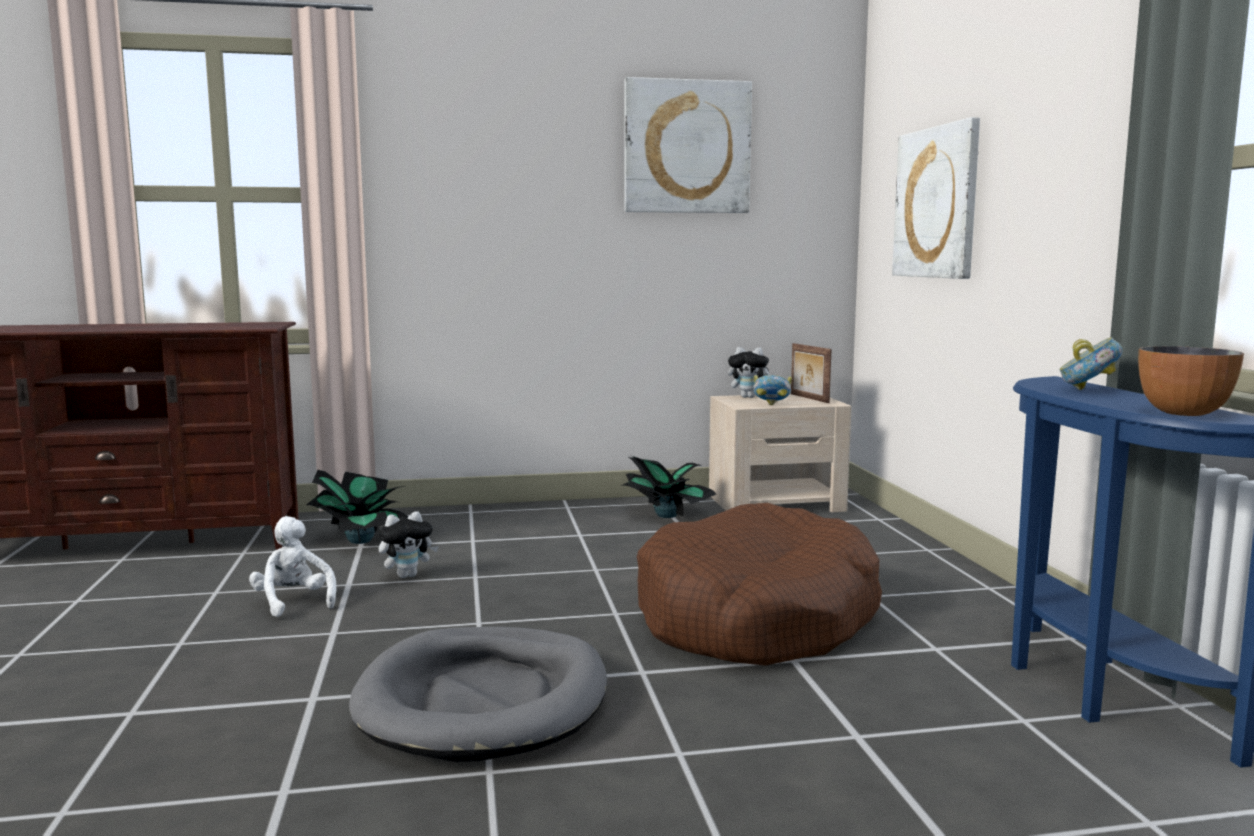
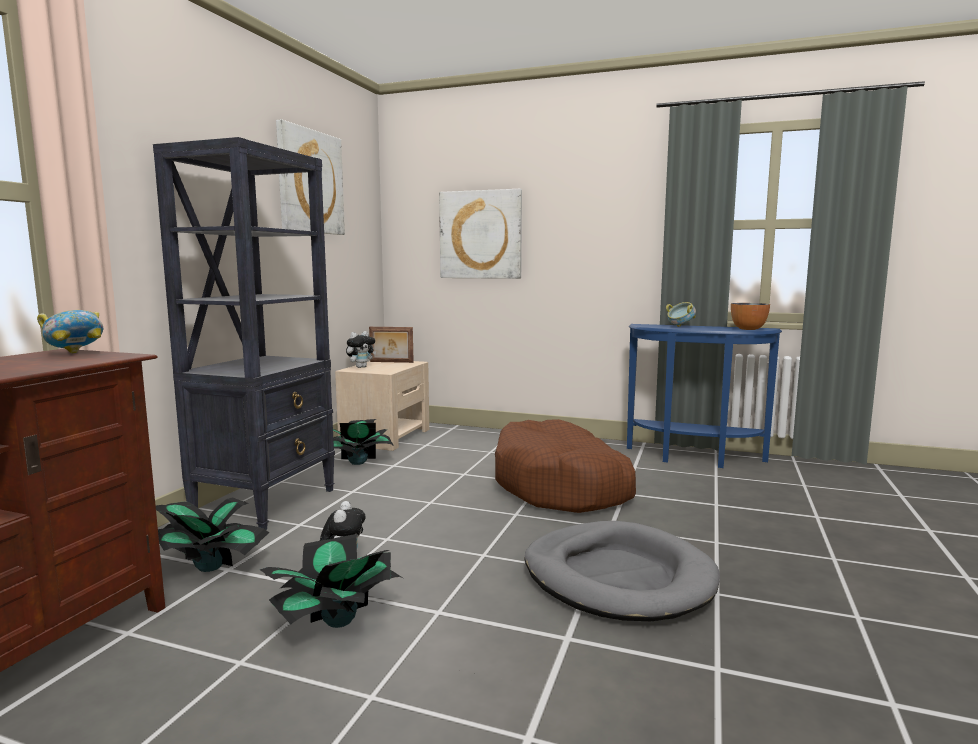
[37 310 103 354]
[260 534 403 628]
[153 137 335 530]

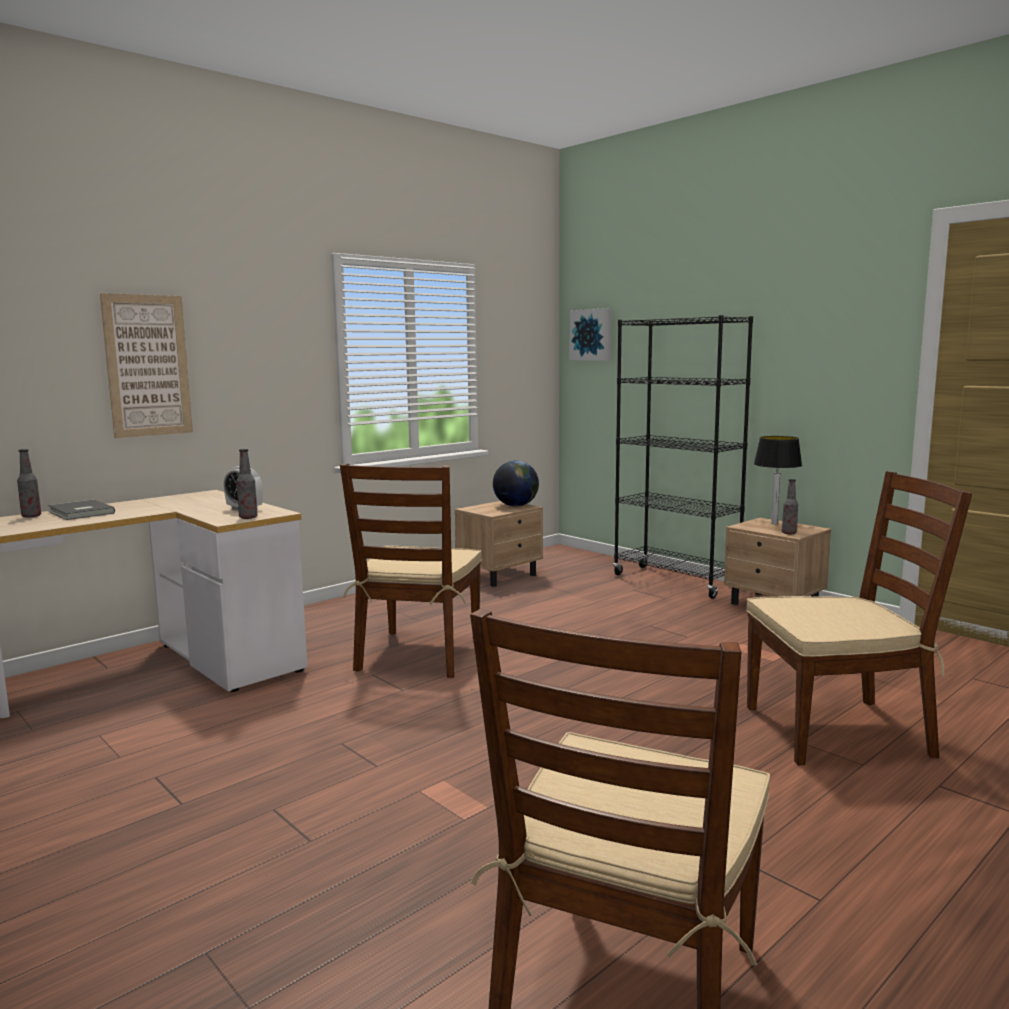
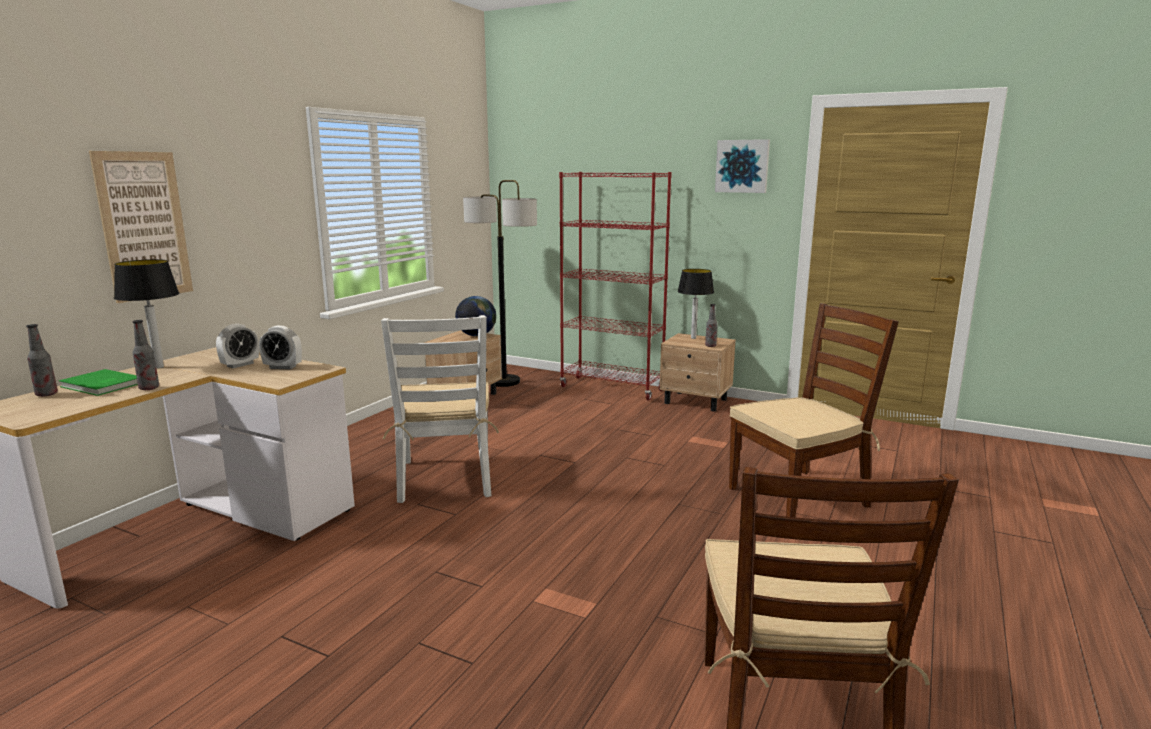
[715 139 770 193]
[559 172 672 401]
[132 320 159 390]
[381 315 499 503]
[59 369 138 396]
[463 180 537 387]
[114 259 179 368]
[216 323 259 368]

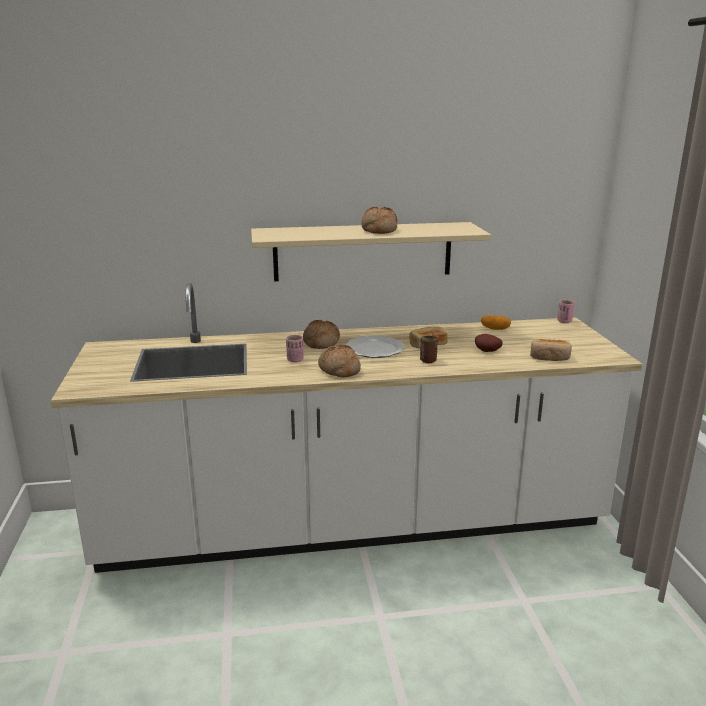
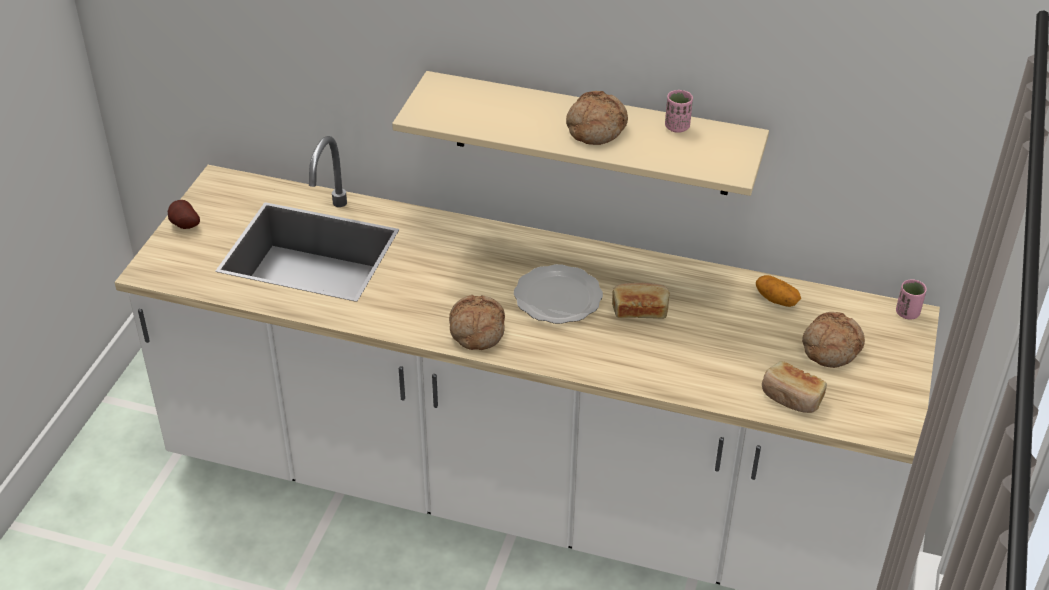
[802 312 865 368]
[168 200 200 229]
[665 90 693 133]
[420 336 438 363] (first image)

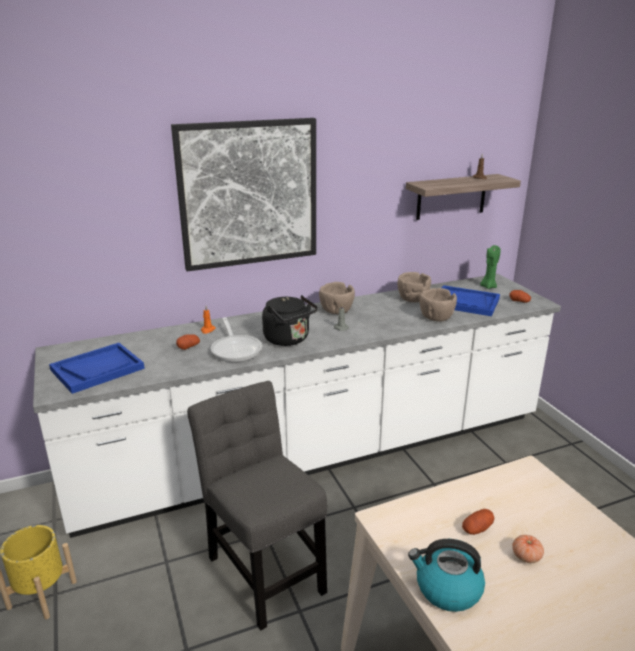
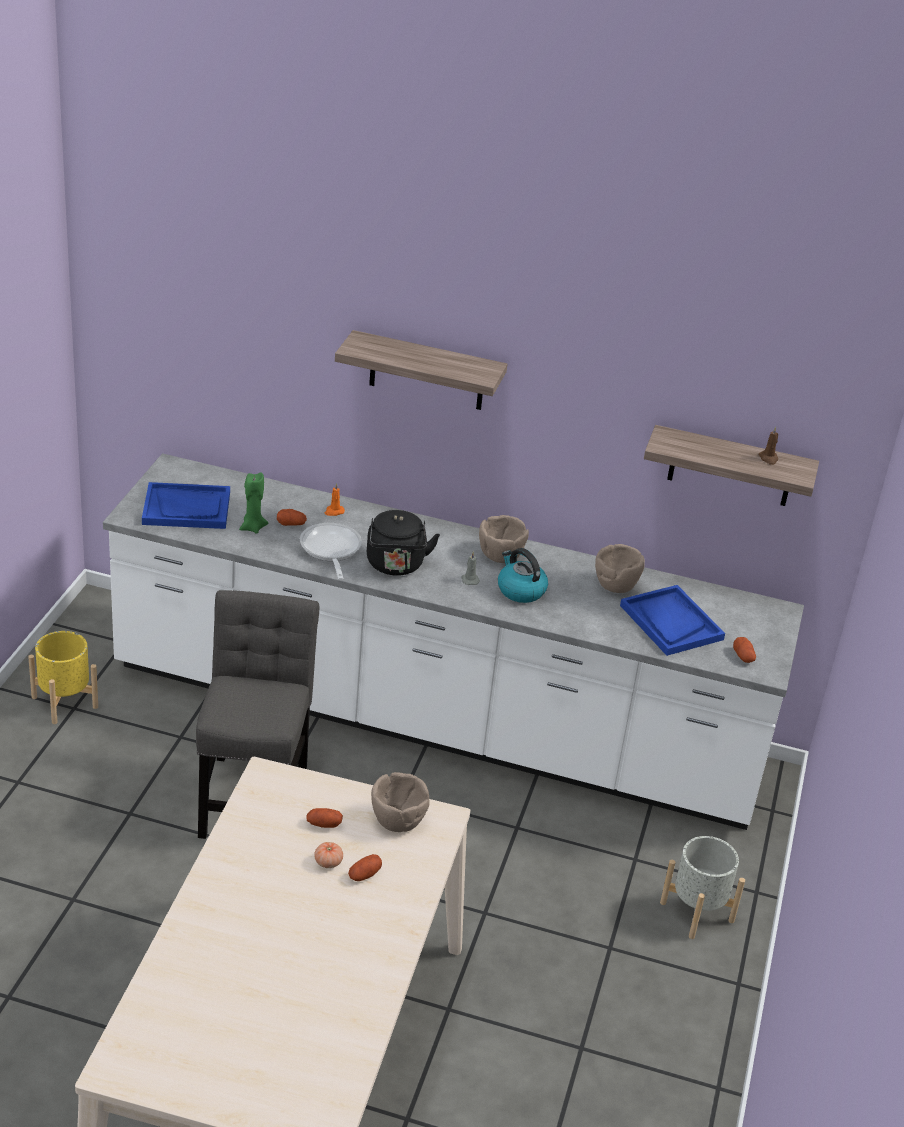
[335 330 507 410]
[239 472 268 534]
[371 772 430 832]
[300 523 362 580]
[498 548 548 603]
[660 836 745 939]
[348 854 382 881]

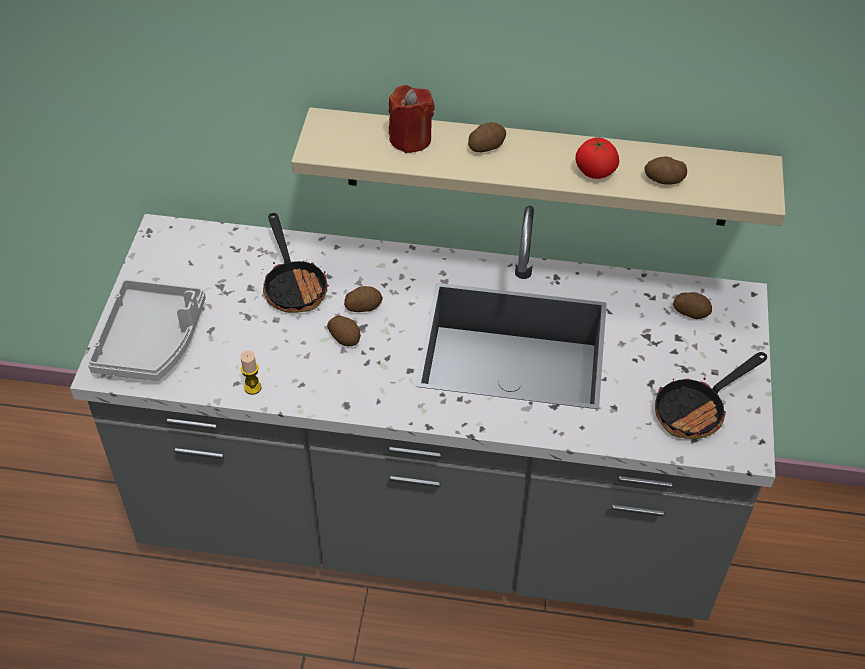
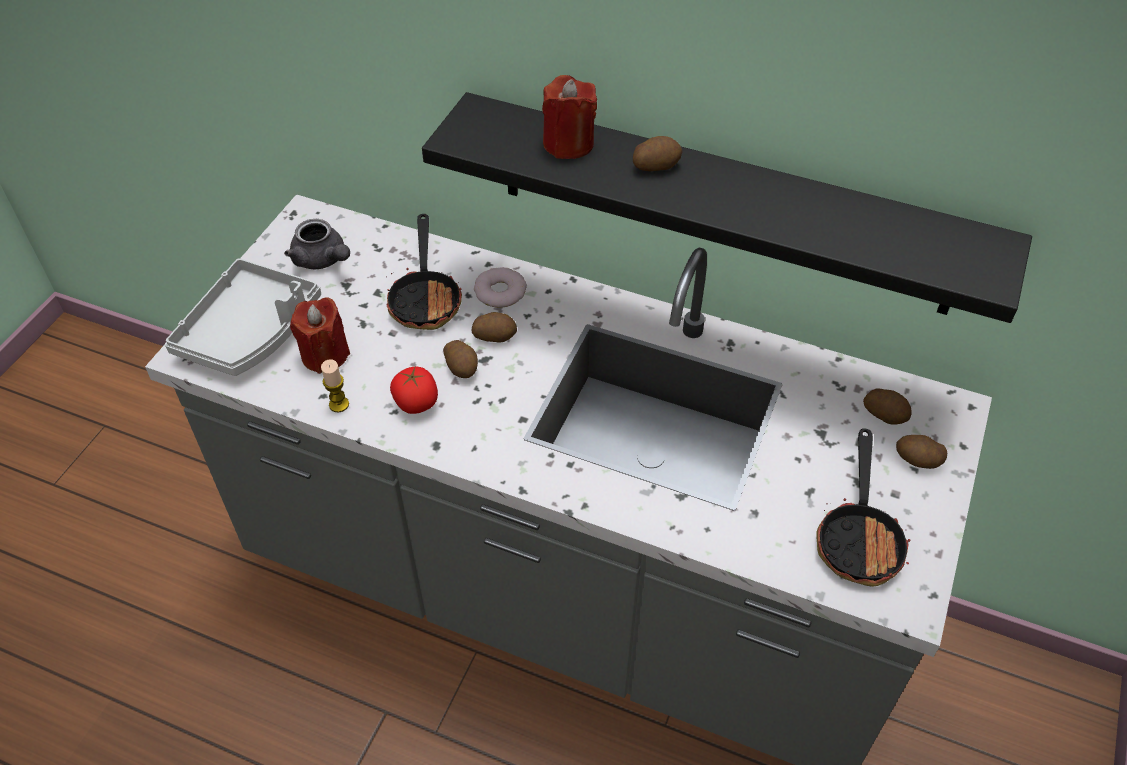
[422 92 1032 323]
[390 367 438 414]
[896 435 947 469]
[816 428 910 587]
[284 219 350 269]
[474 267 527 308]
[290 297 350 374]

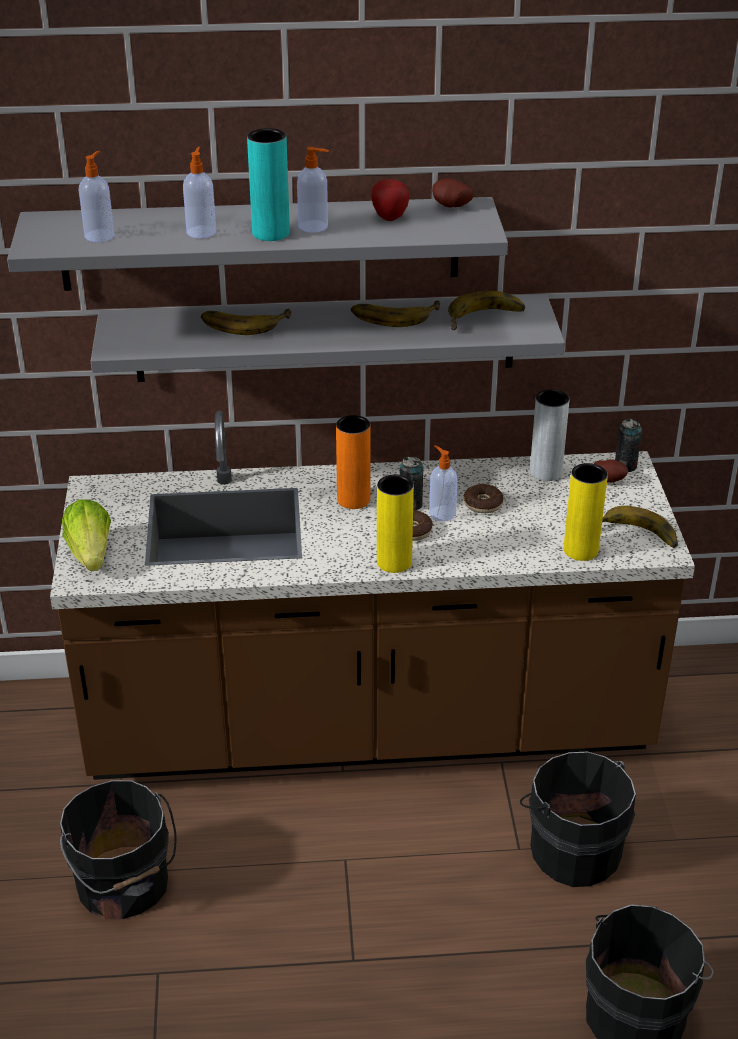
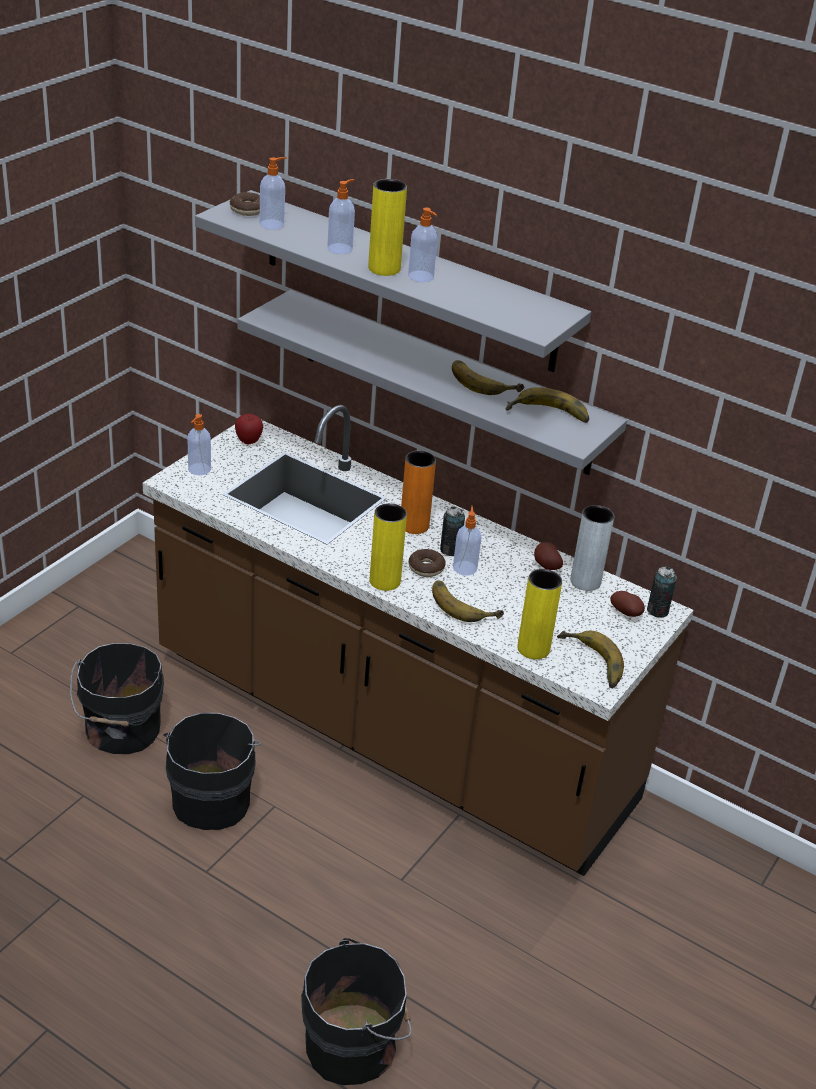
[368 179 407 276]
[534 542 563 570]
[235 414 263 444]
[432 580 504 622]
[230 192 260 216]
[187 414 211 475]
[163 713 261 830]

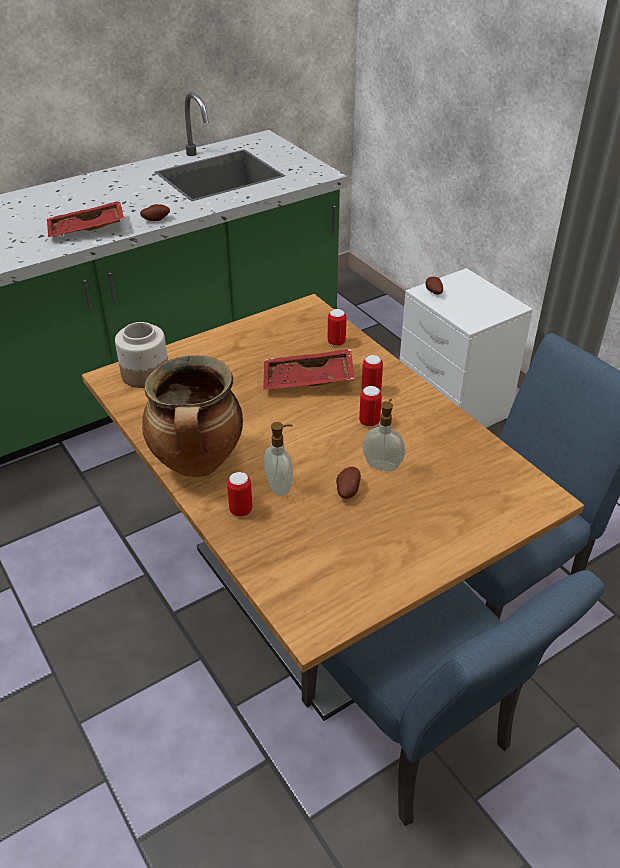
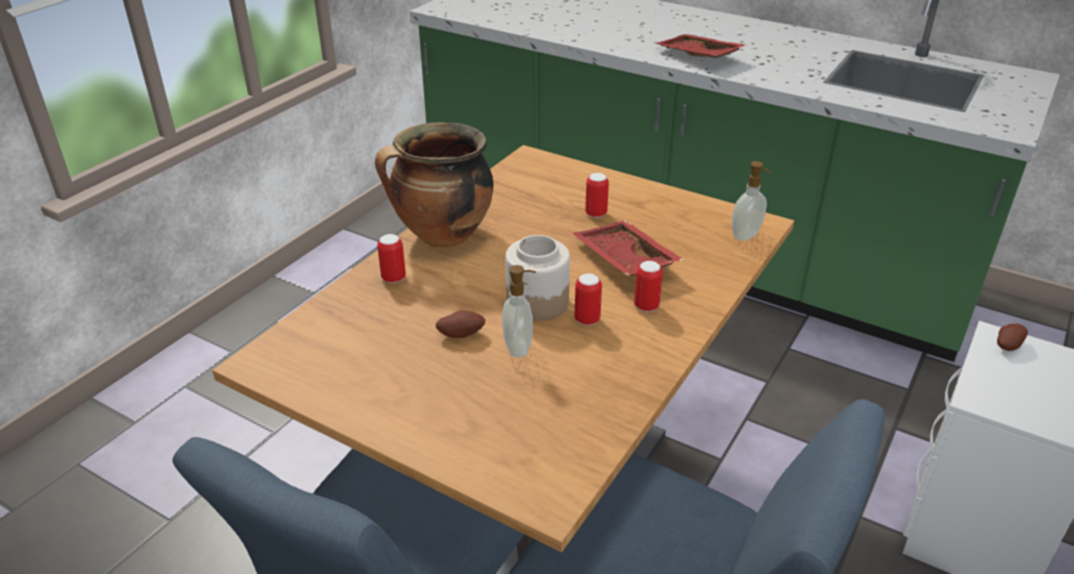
[140 204 170 221] (first image)
[585 173 609 218]
[505 235 570 321]
[732 161 771 241]

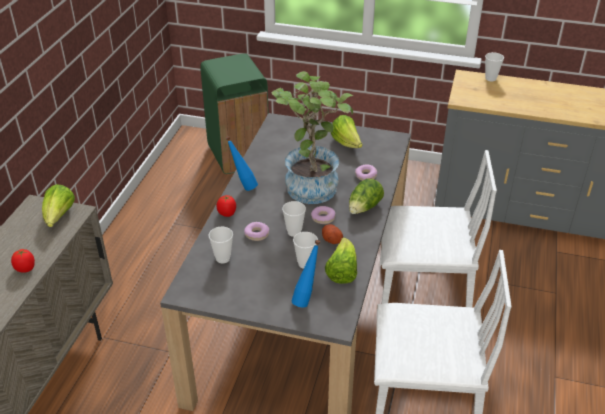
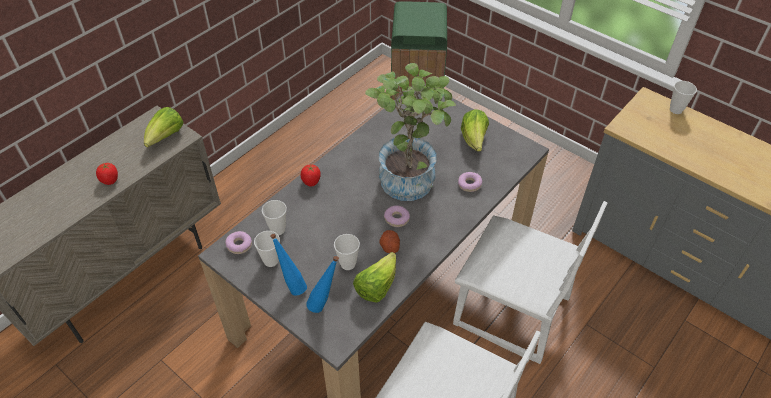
[270 234 307 296]
[349 179 384 214] (first image)
[254 231 280 267]
[225 231 252 254]

